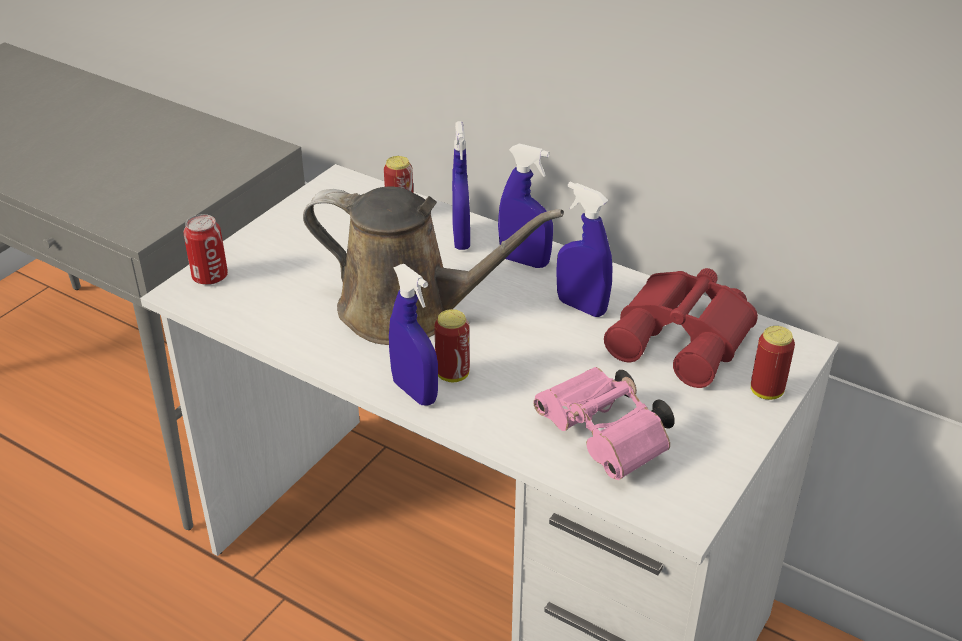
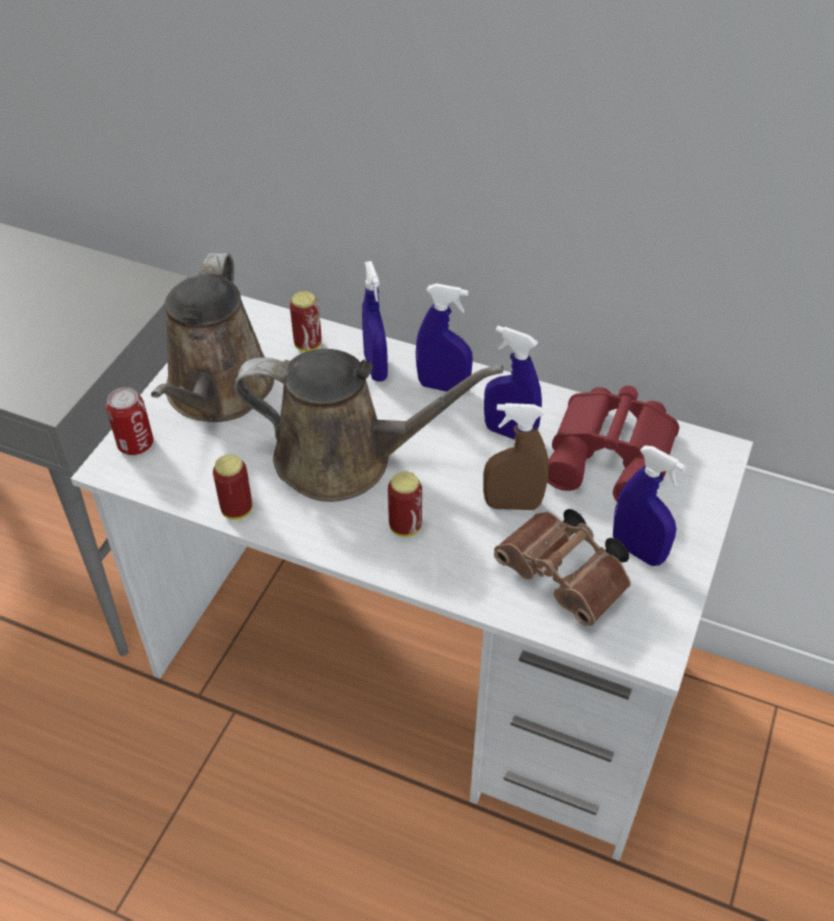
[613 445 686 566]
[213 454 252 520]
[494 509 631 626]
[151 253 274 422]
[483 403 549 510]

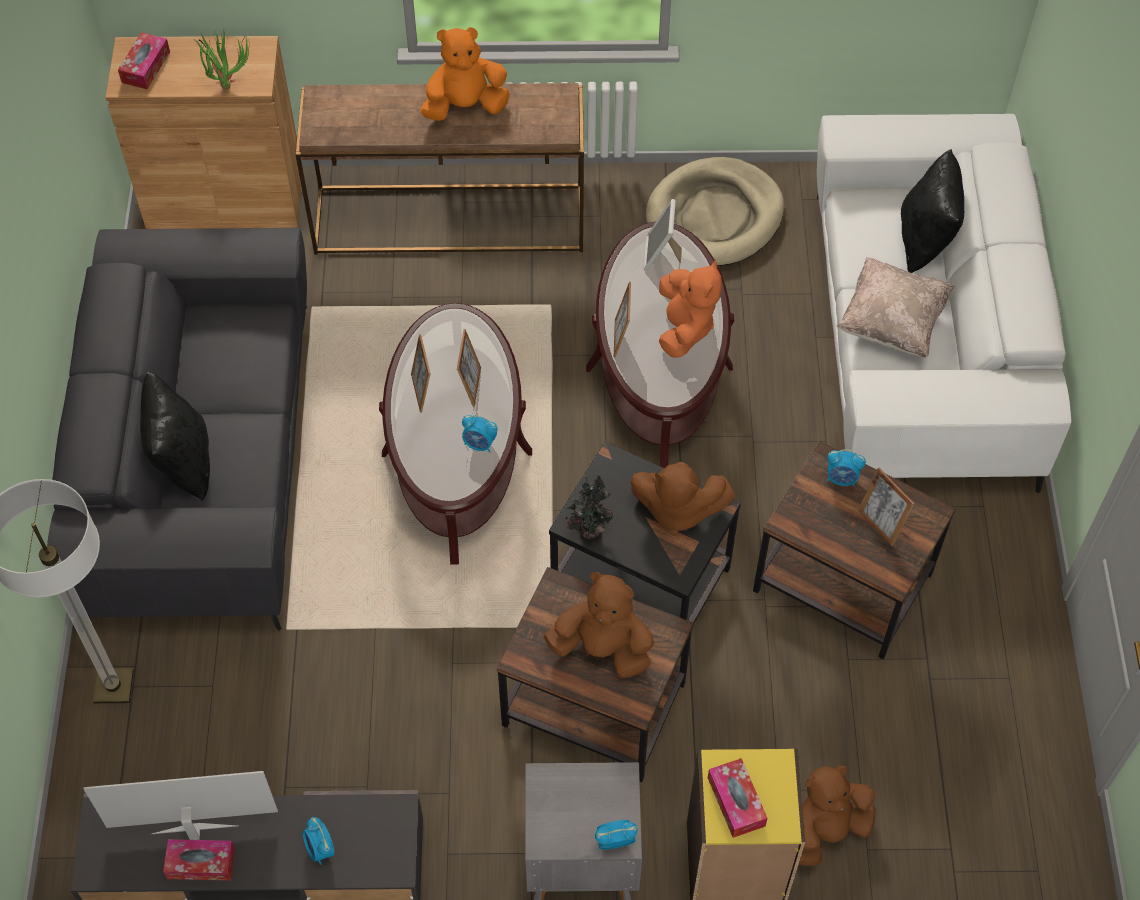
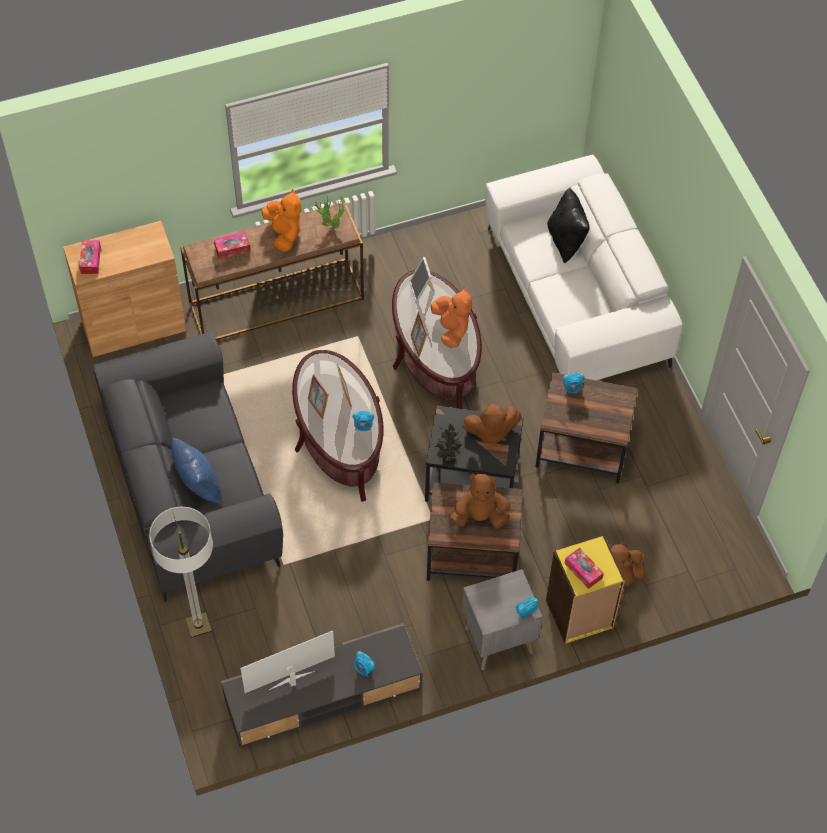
[262 189 302 252]
[313 196 345 230]
[646 157 784 266] (first image)
[836 257 955 358] (first image)
[171 438 221 504]
[858 468 914 546] (first image)
[214 232 251 259]

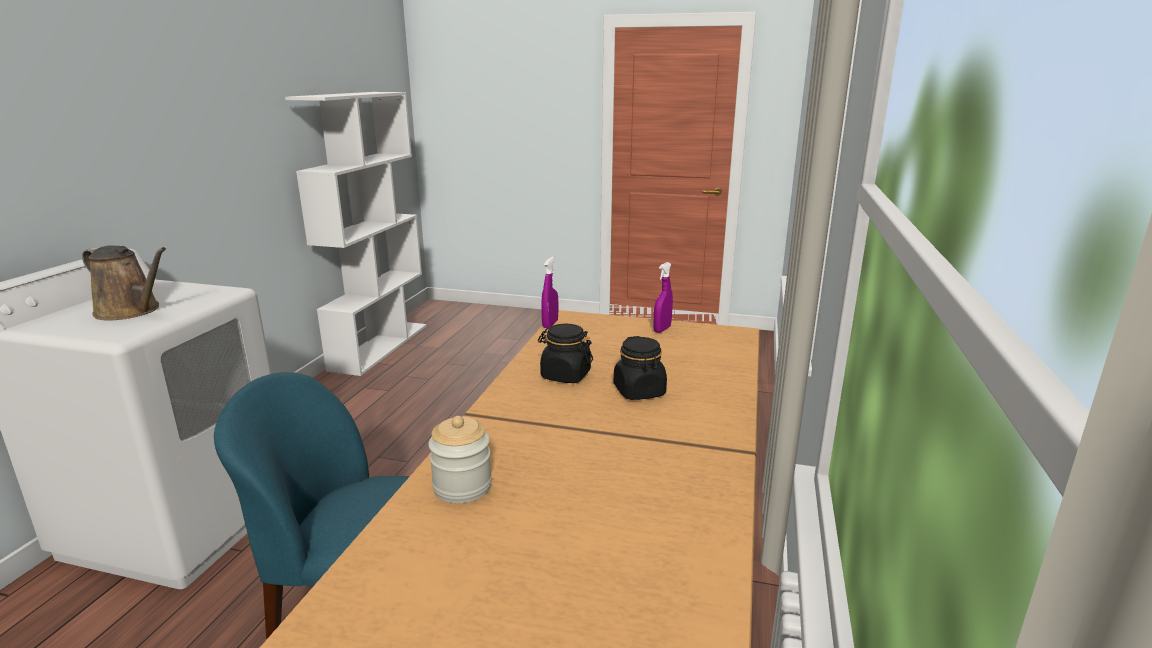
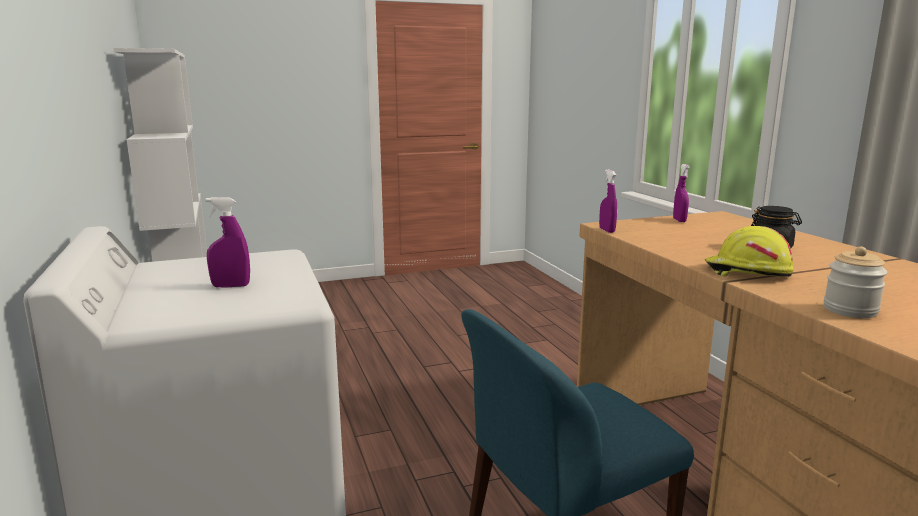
[206 197 250 288]
[538 324 593 383] (first image)
[705 226 794 277]

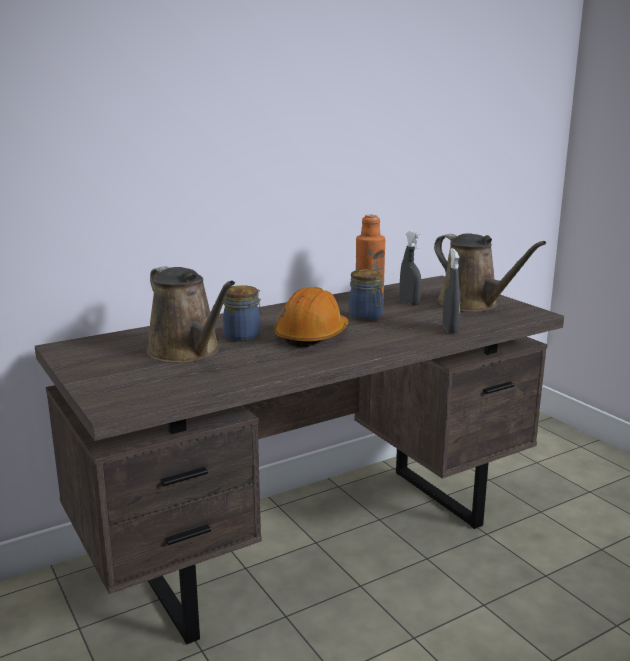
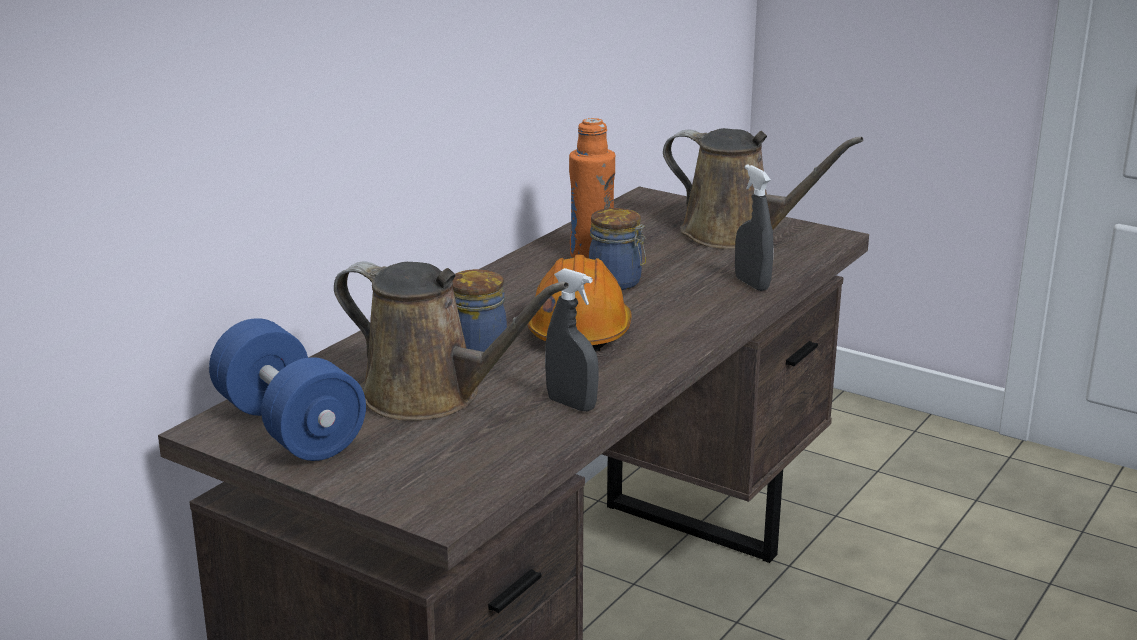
[545 268 599 411]
[209 318 366 461]

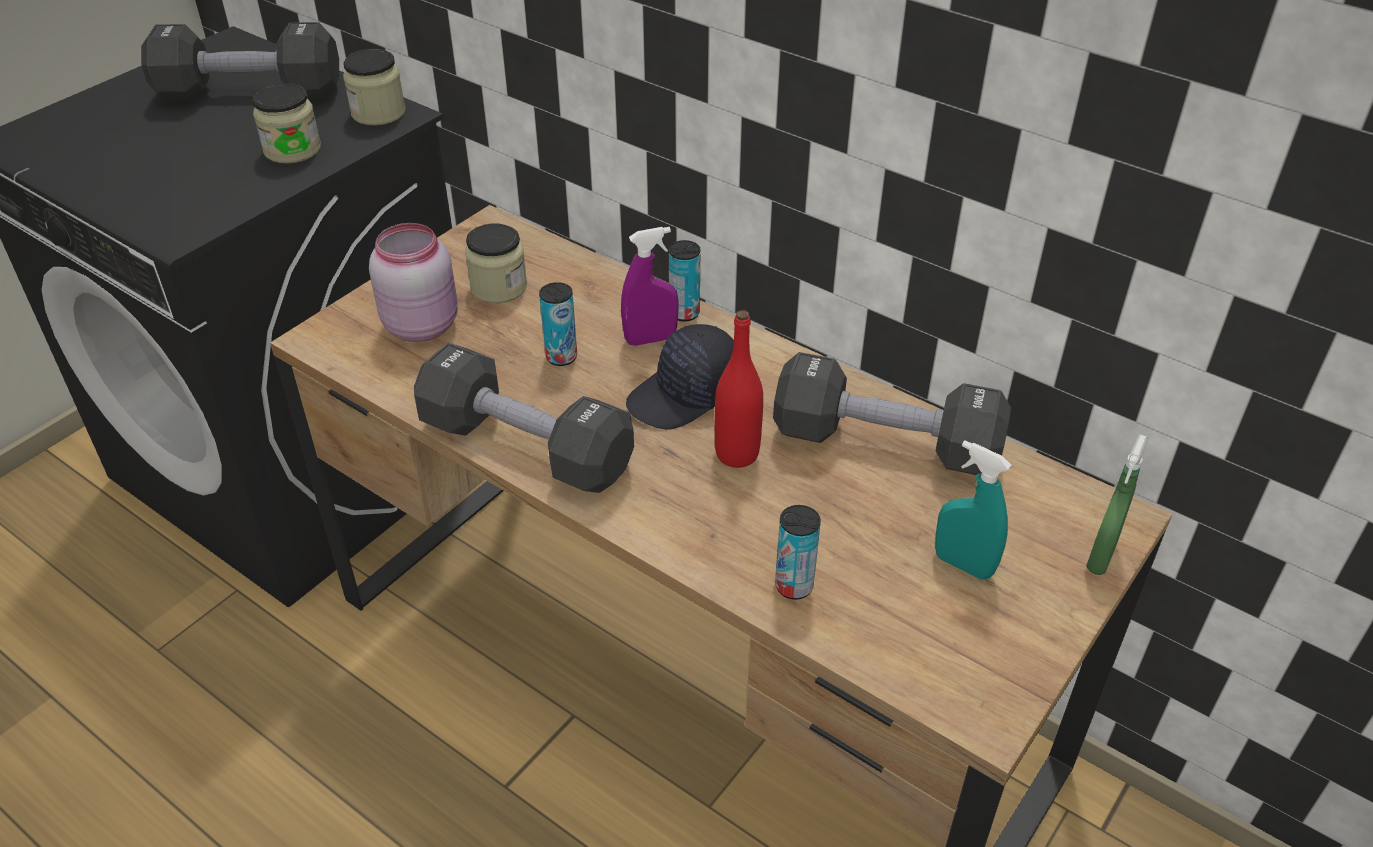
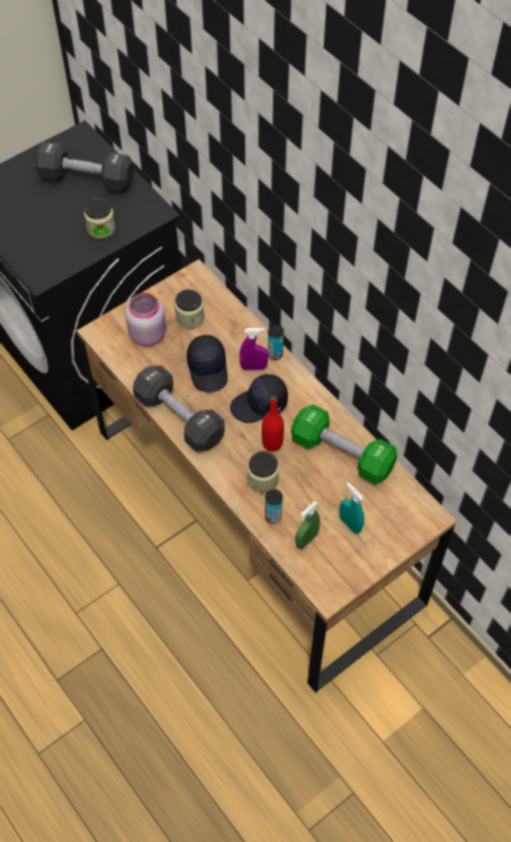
[247 451 279 493]
[187 335 228 393]
[291 405 397 484]
[295 501 320 549]

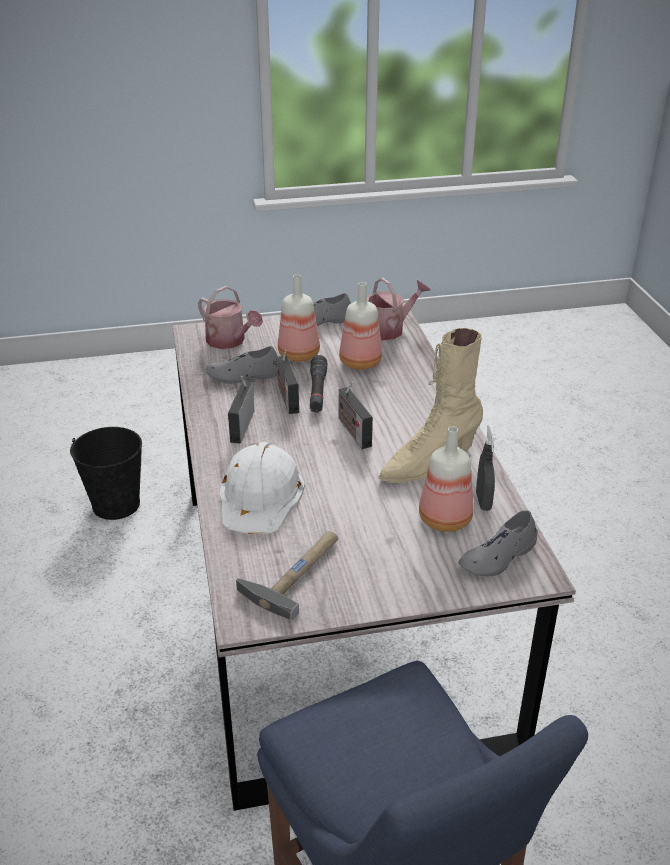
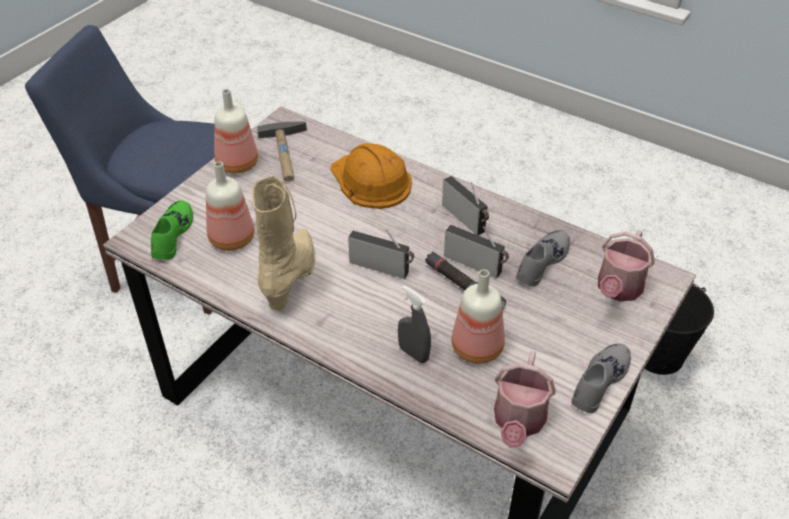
[214 89 258 174]
[598 230 655 302]
[398 285 431 363]
[330 143 412 209]
[151 200 193 260]

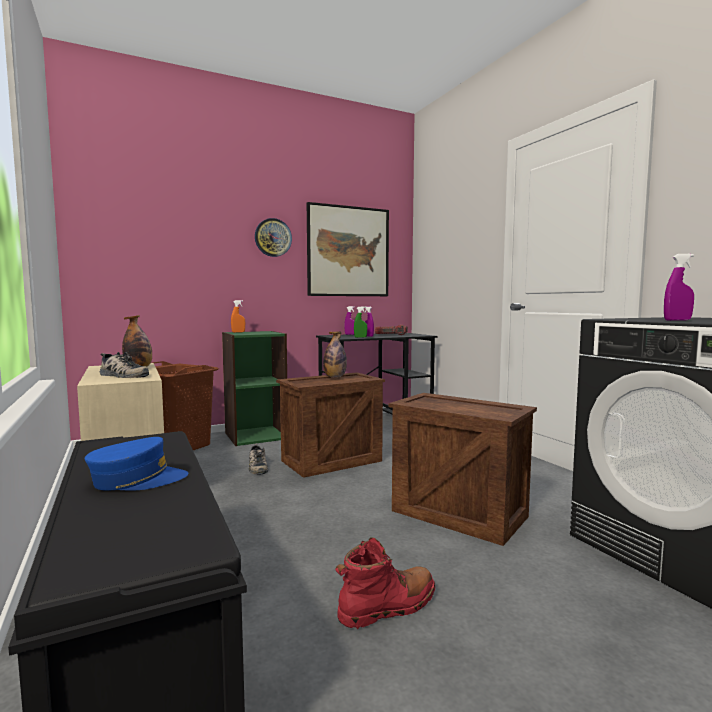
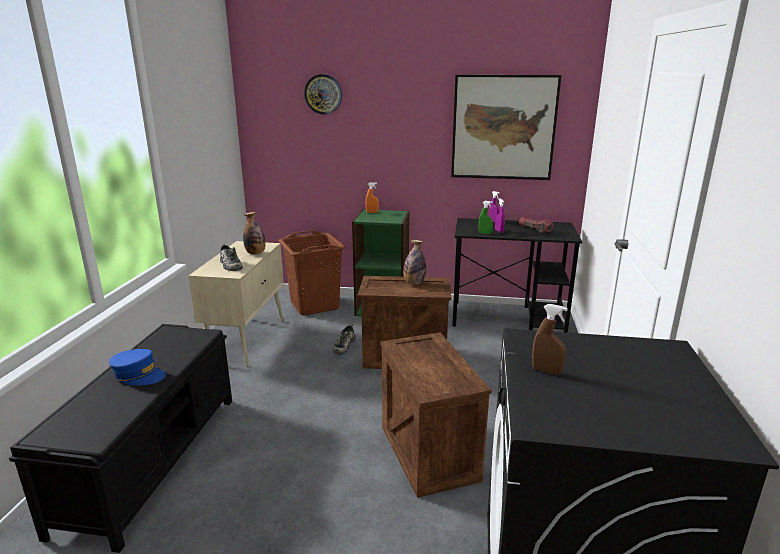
[304 74 342 115]
[532 304 568 375]
[335 537 435 629] (first image)

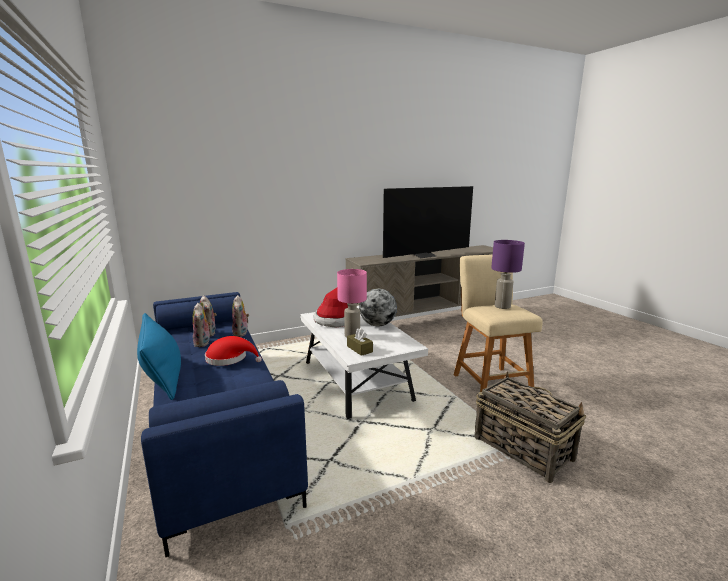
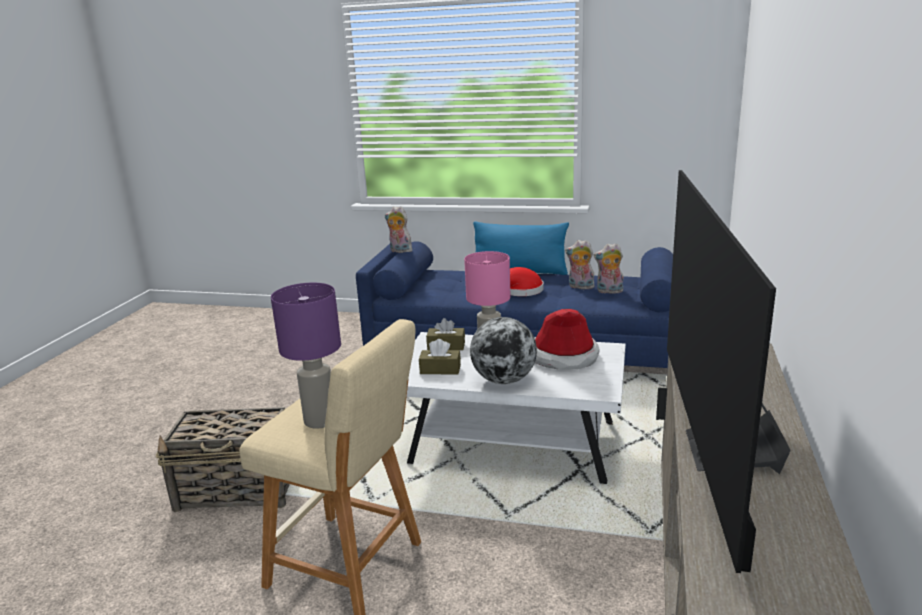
[385 206 412 253]
[419 339 461 374]

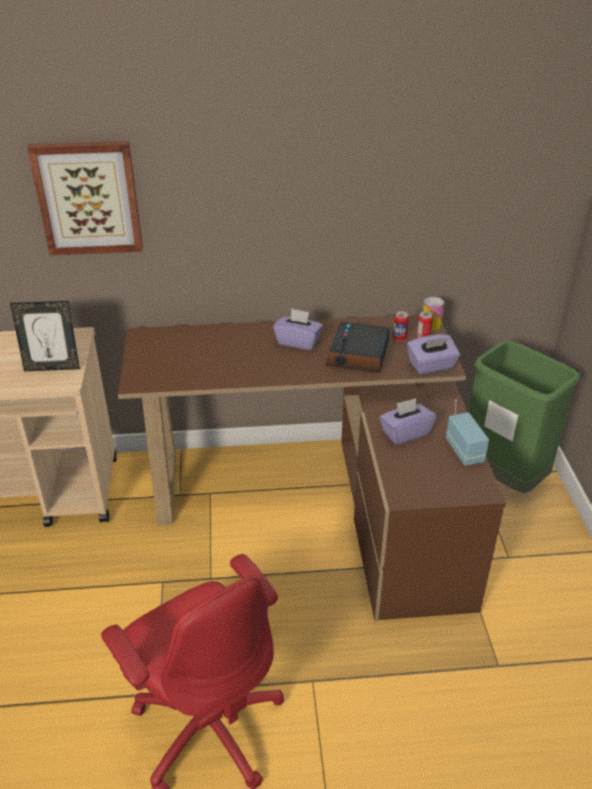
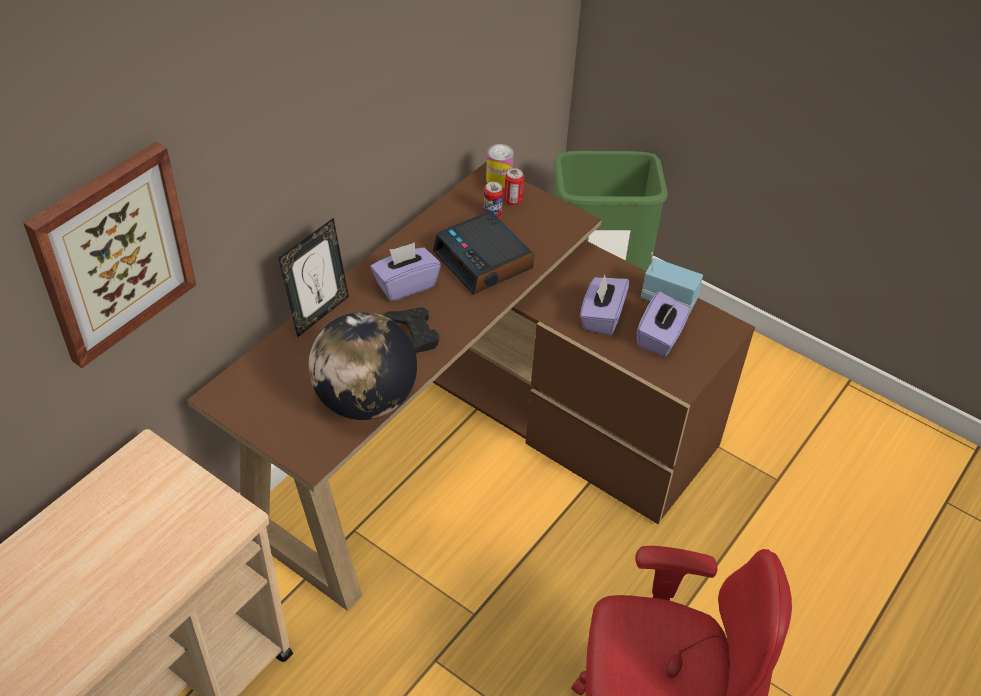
[278 218 349 337]
[637 291 690 357]
[385 307 439 353]
[308 312 417 420]

